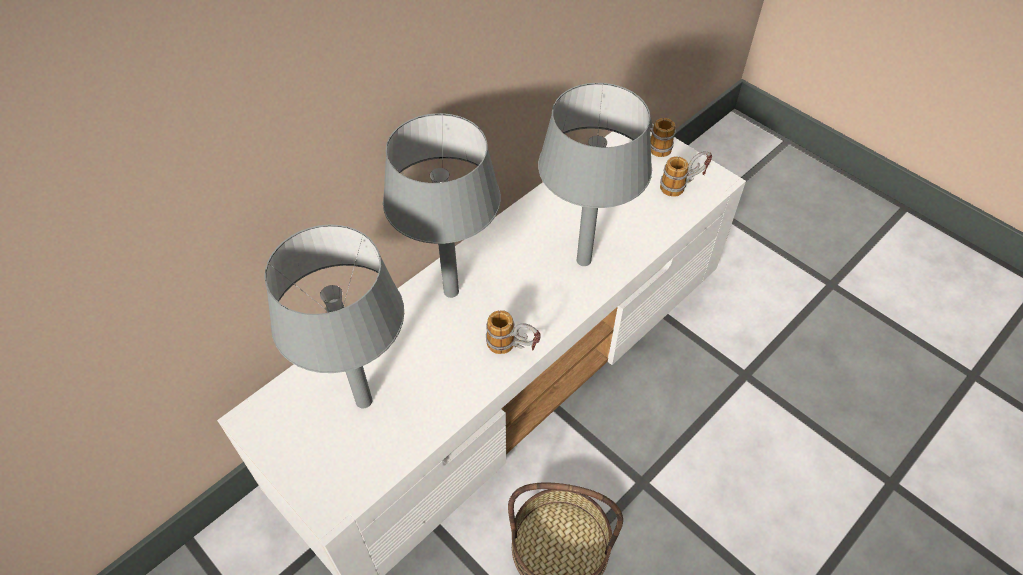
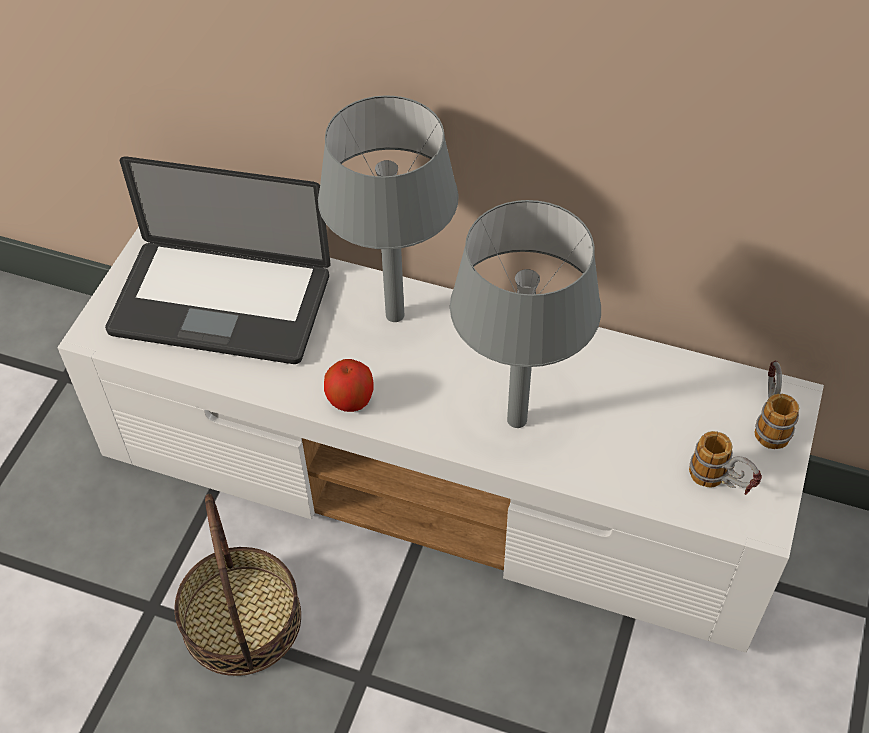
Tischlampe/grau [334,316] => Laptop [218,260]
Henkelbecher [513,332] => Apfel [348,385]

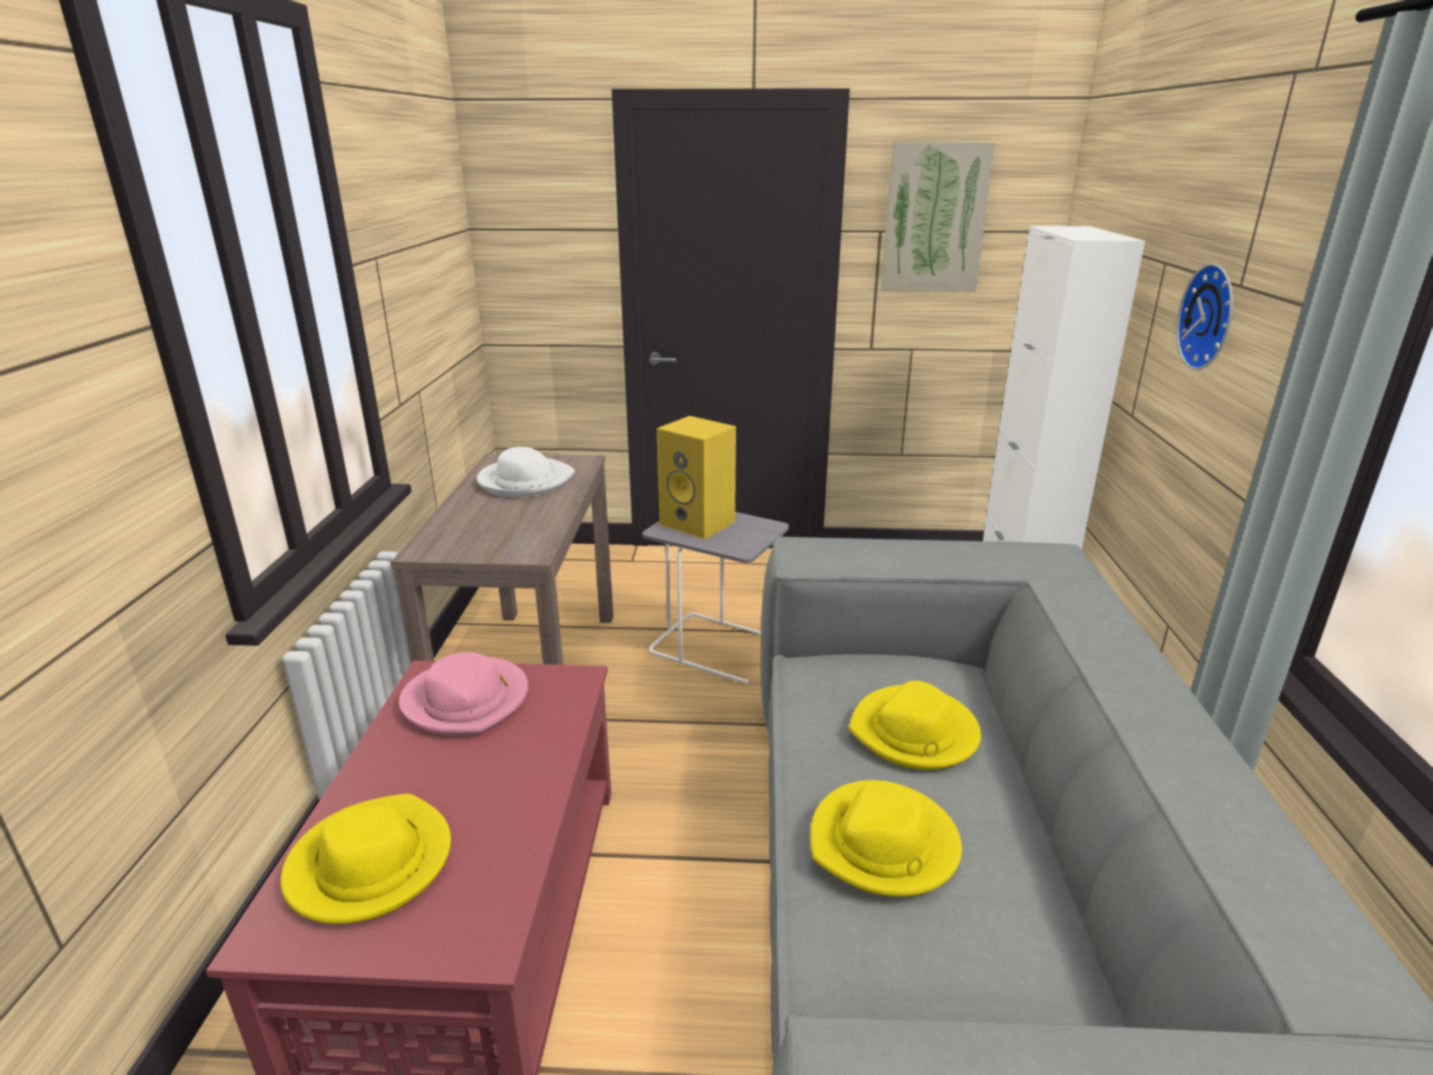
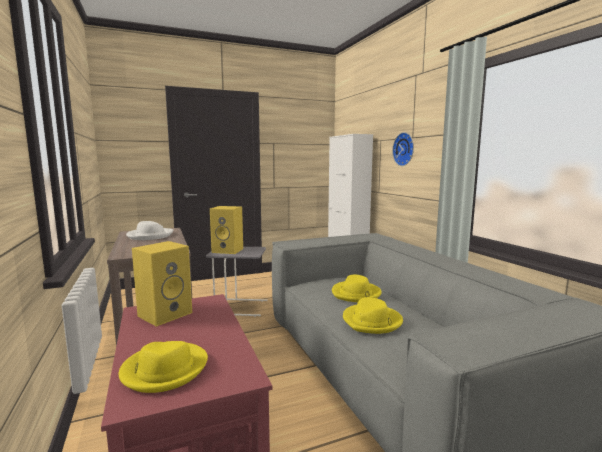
Hut/rosa [463,694] => Lautsprecher/gelb [162,284]
Bild [938,217] => nothing

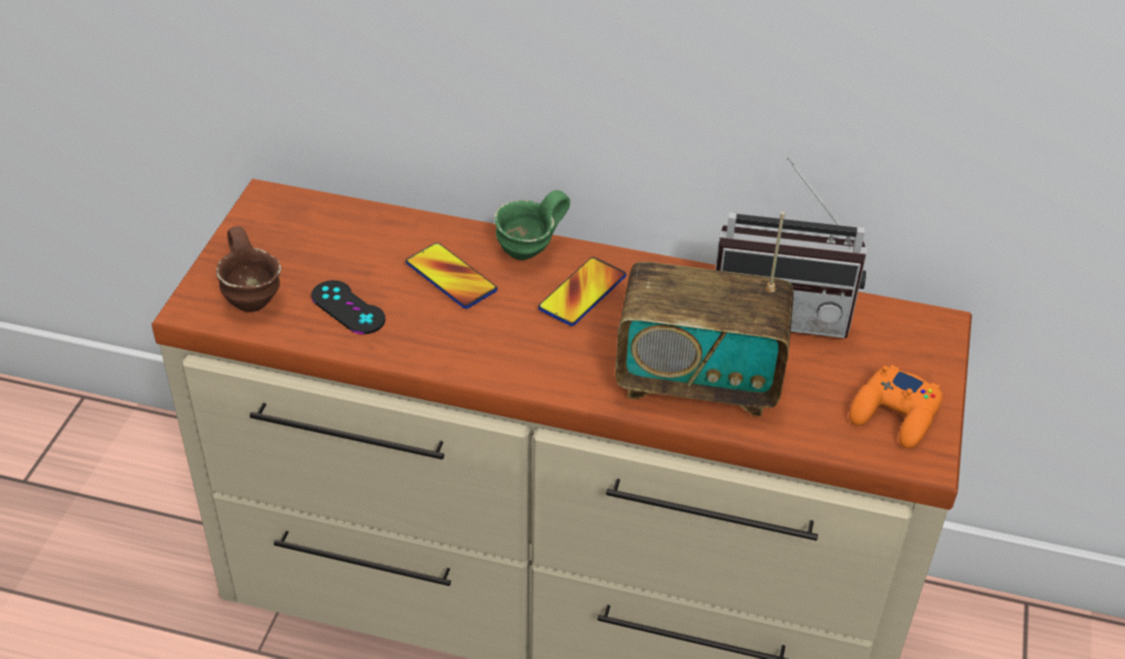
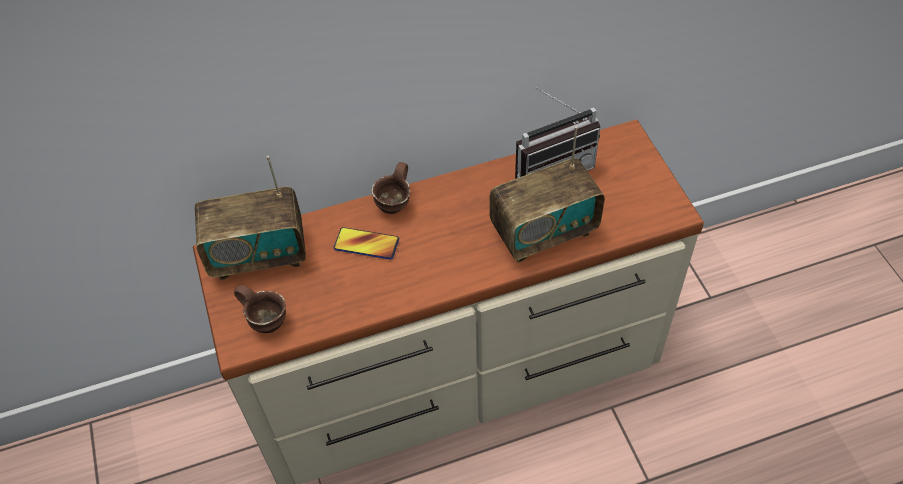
Gamepad/schwarz [348,307] => nothing
Henkelbecher/grün [532,225] => Henkelbecher/braun [391,188]
Handy [582,291] => nothing
Gamepad/orange [896,407] => nothing
nothing => Radio [250,218]

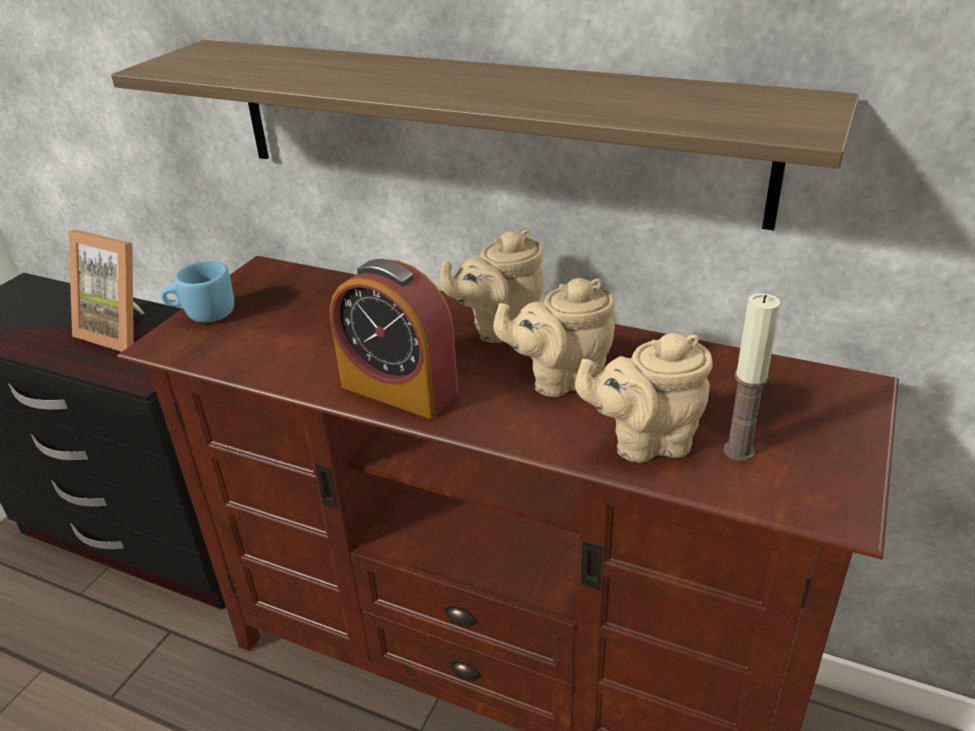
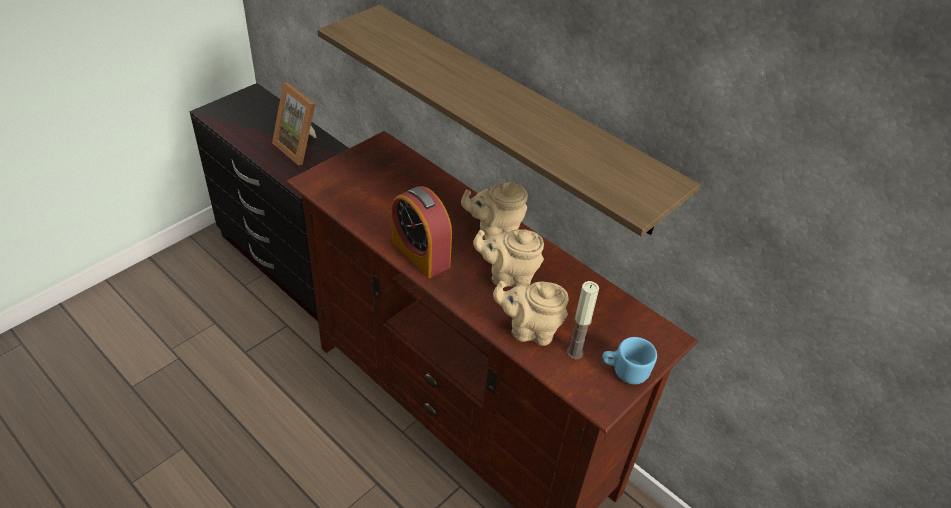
Henkelbecher/blau [197,292] => Henkelbecher/blau [630,360], move

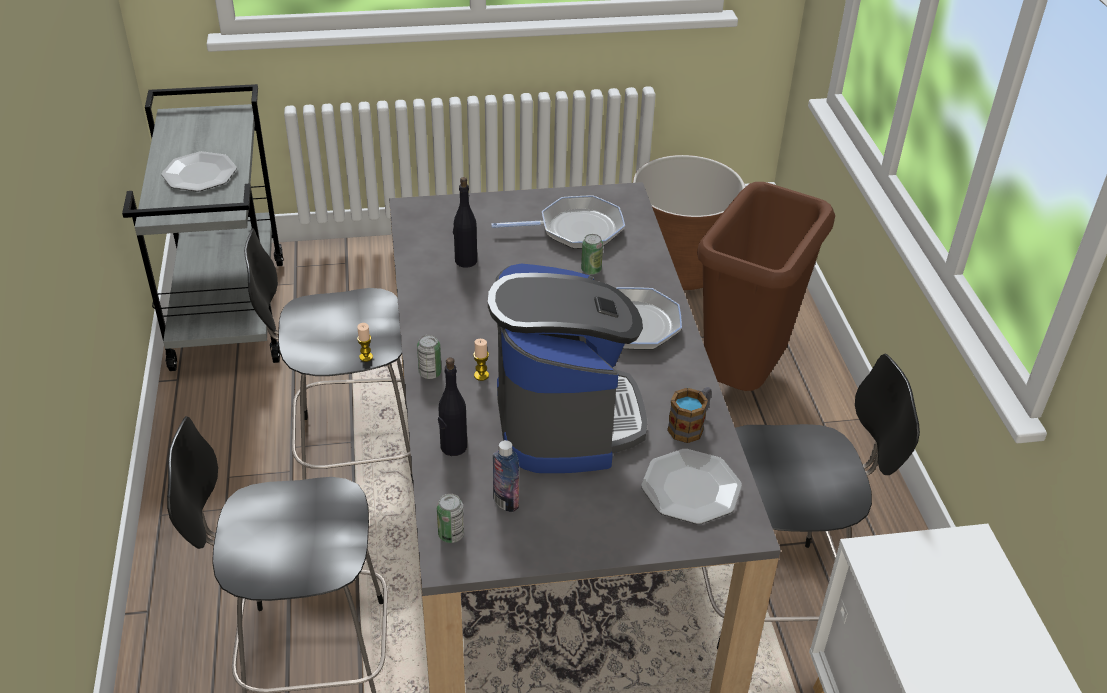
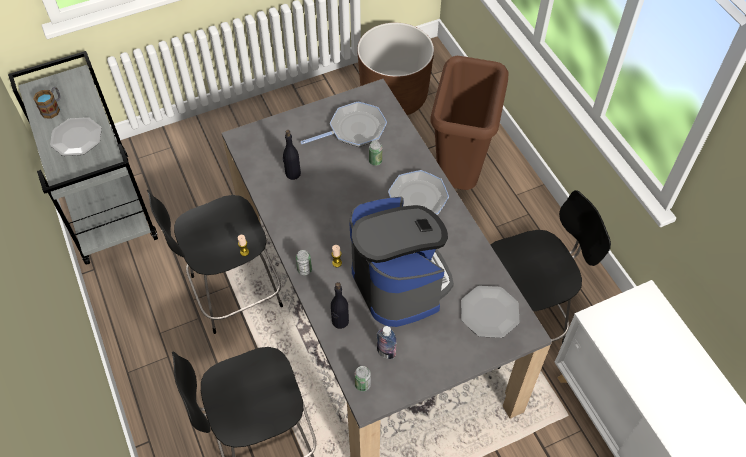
Henkelbecher [689,415] => Henkelbecher [47,103], move

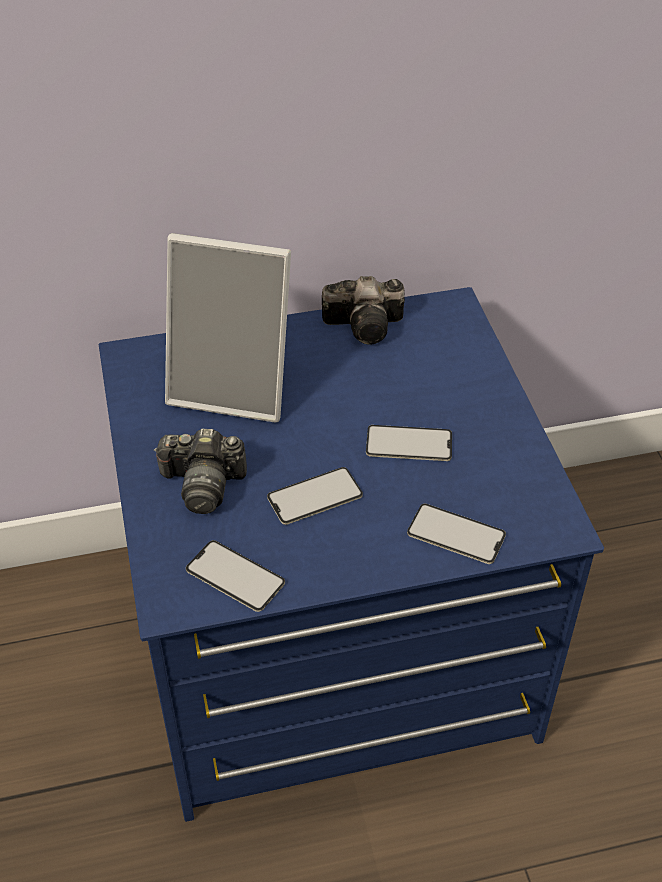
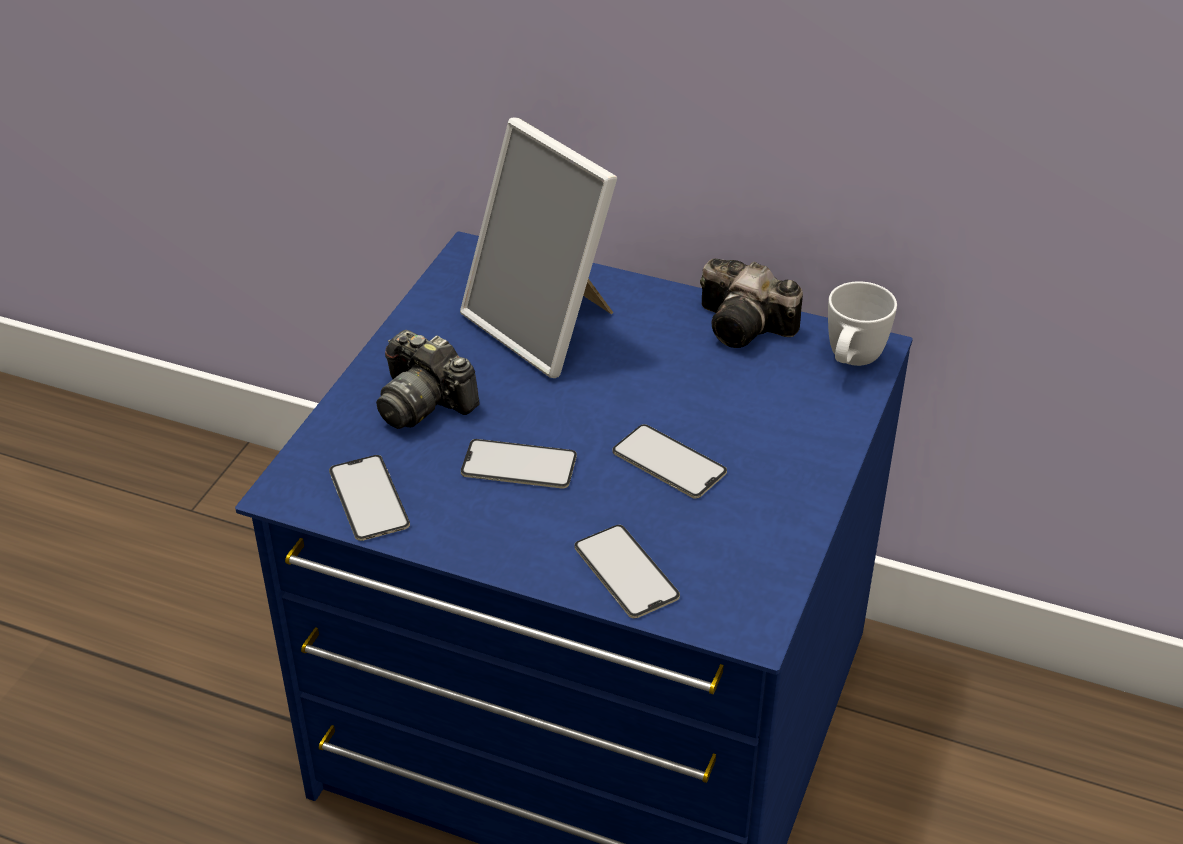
nothing => Henkelbecher/weiß [862,323]

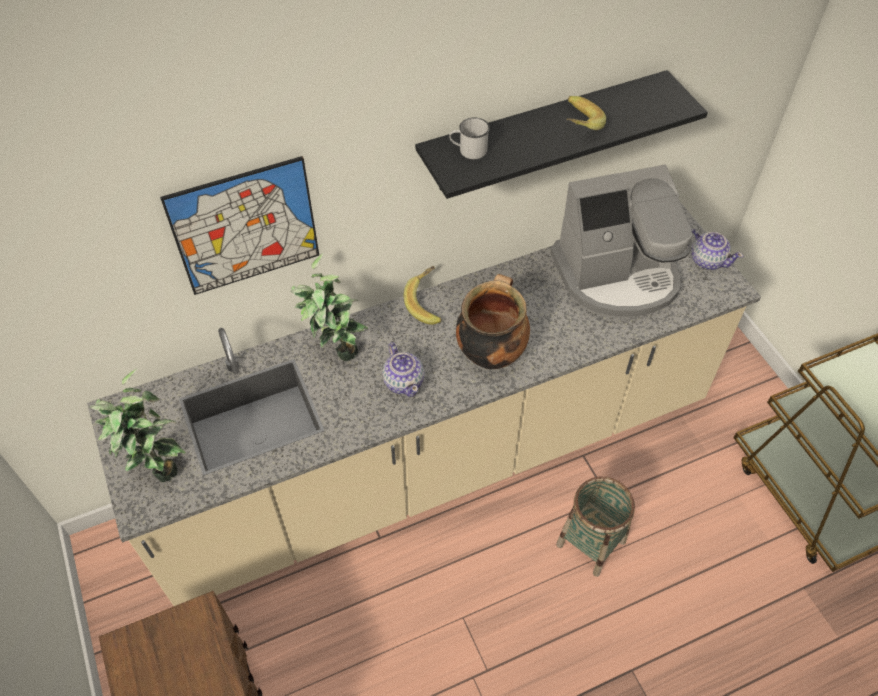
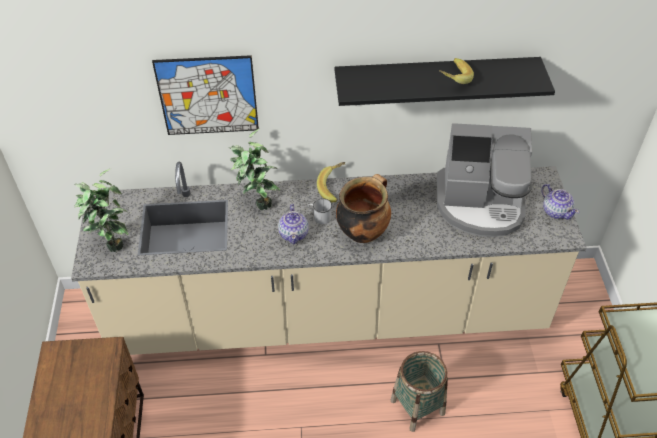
Henkelbecher/weiß [469,138] => Henkelbecher/weiß [320,211], move

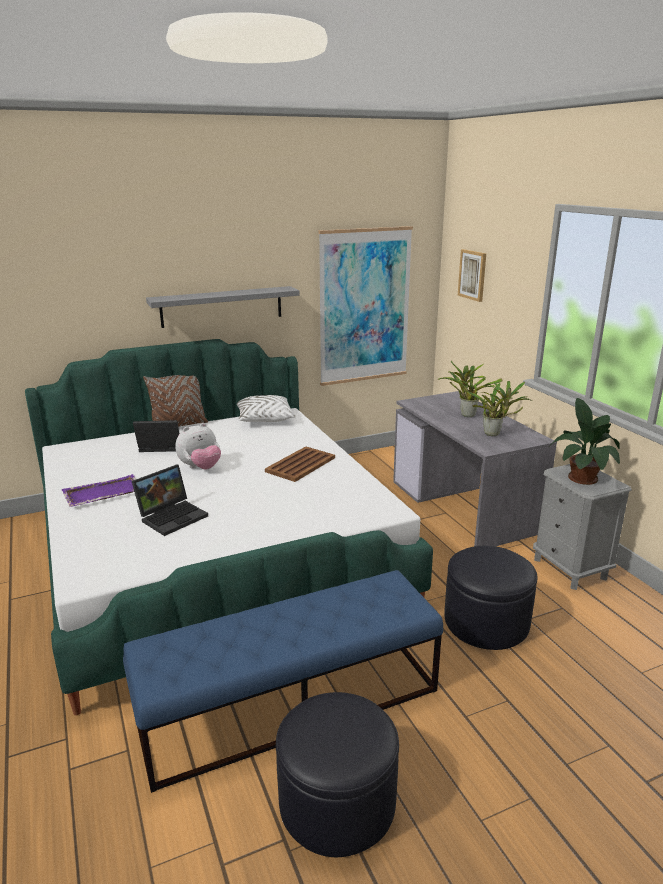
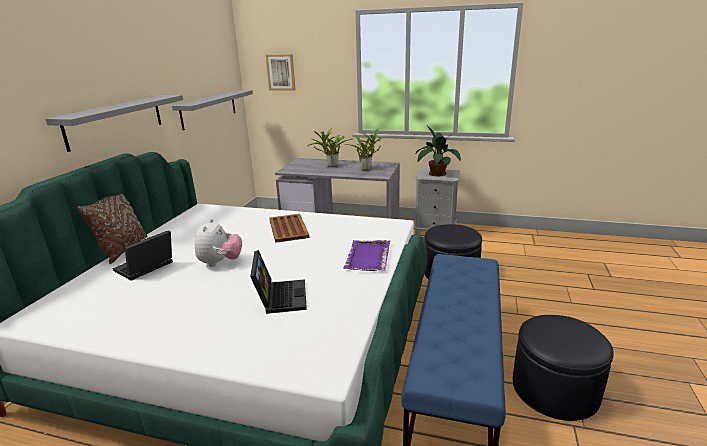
Tablett/lila [99,490] => Tablett/lila [366,255], move
Kissen/weiß [266,408] => nothing
Bild [365,306] => Wandregal/grau [212,110]

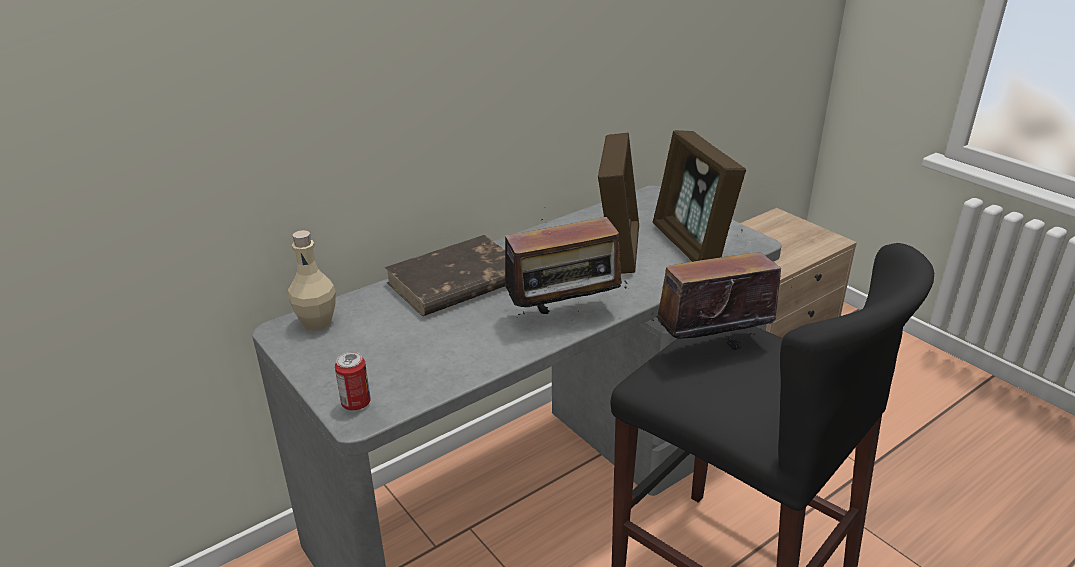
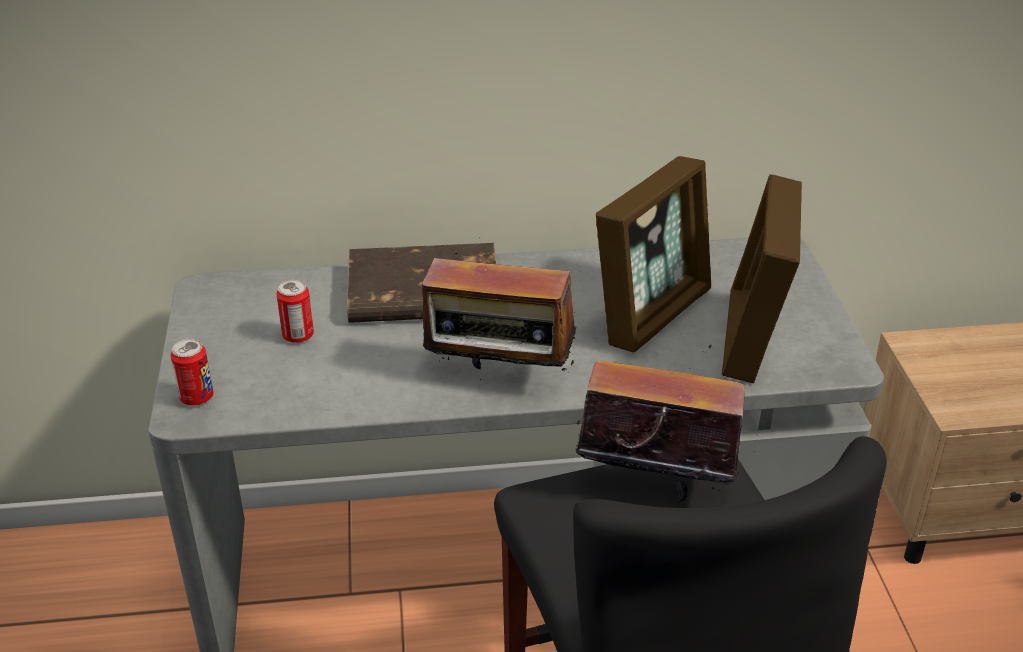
Flasche/beige [312,280] => nothing
nothing => Dose [295,311]

